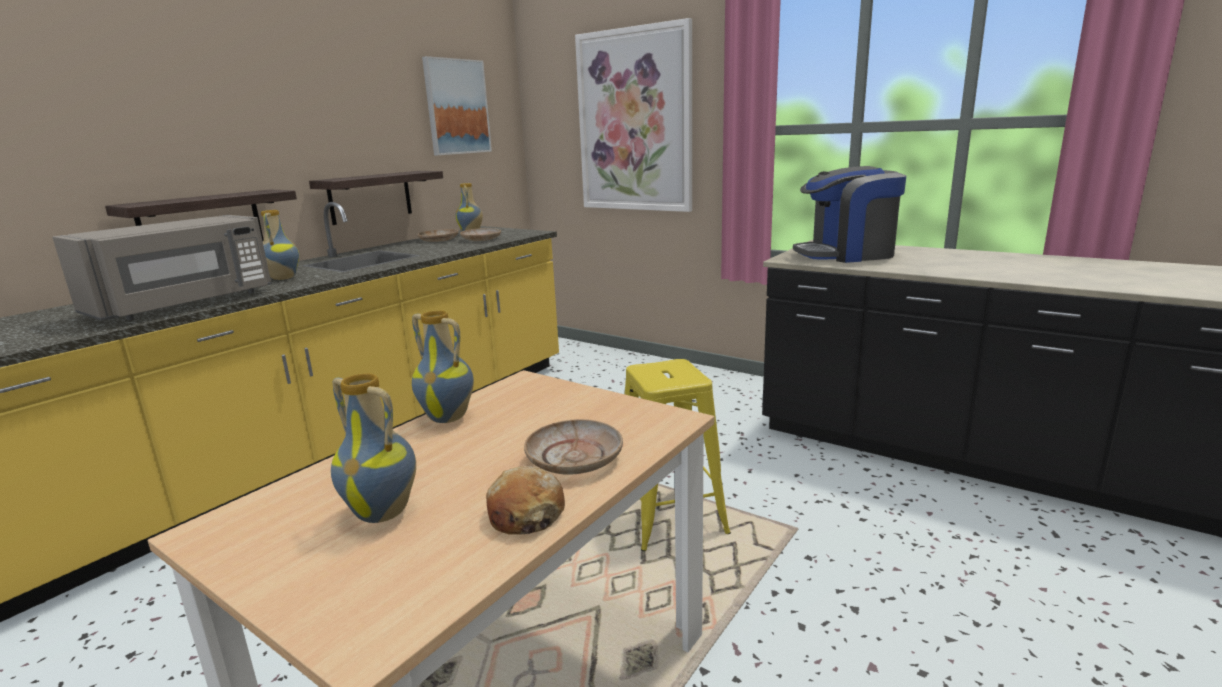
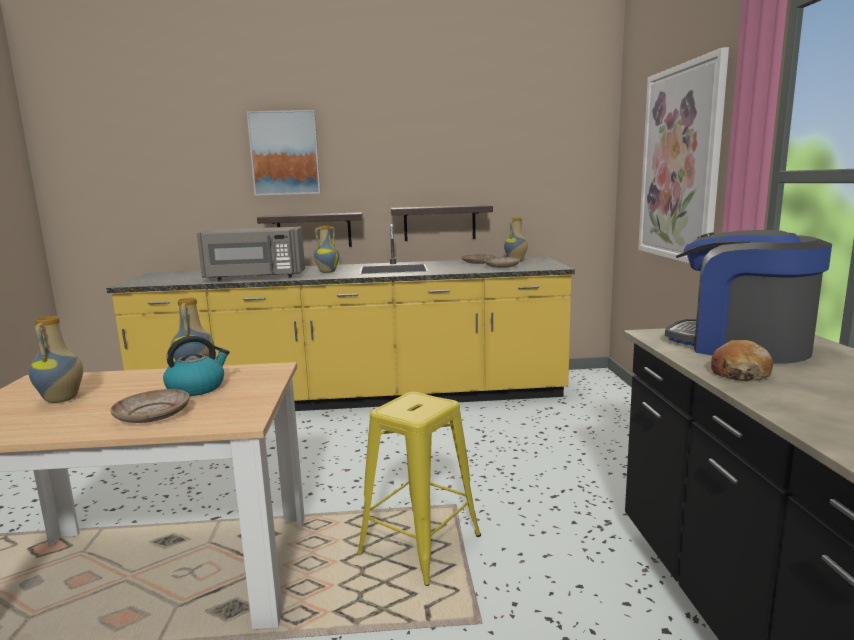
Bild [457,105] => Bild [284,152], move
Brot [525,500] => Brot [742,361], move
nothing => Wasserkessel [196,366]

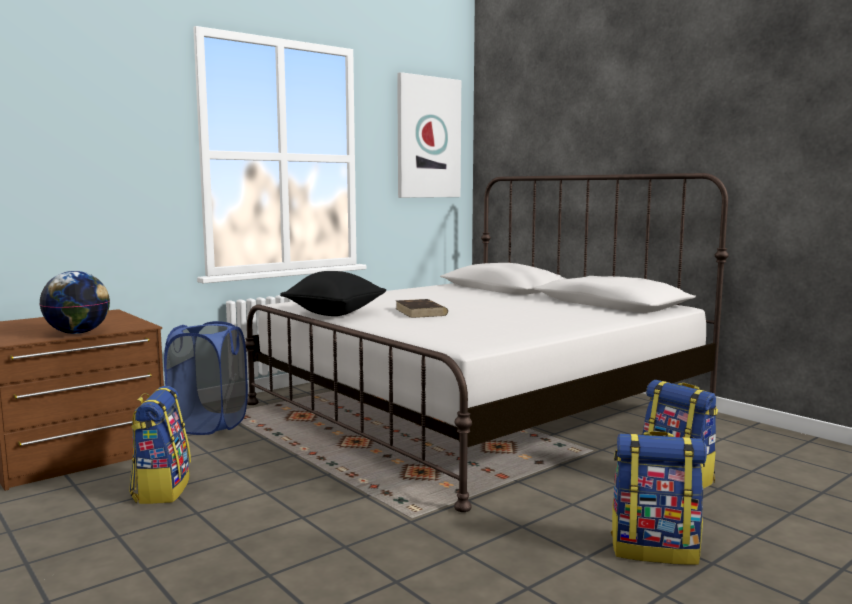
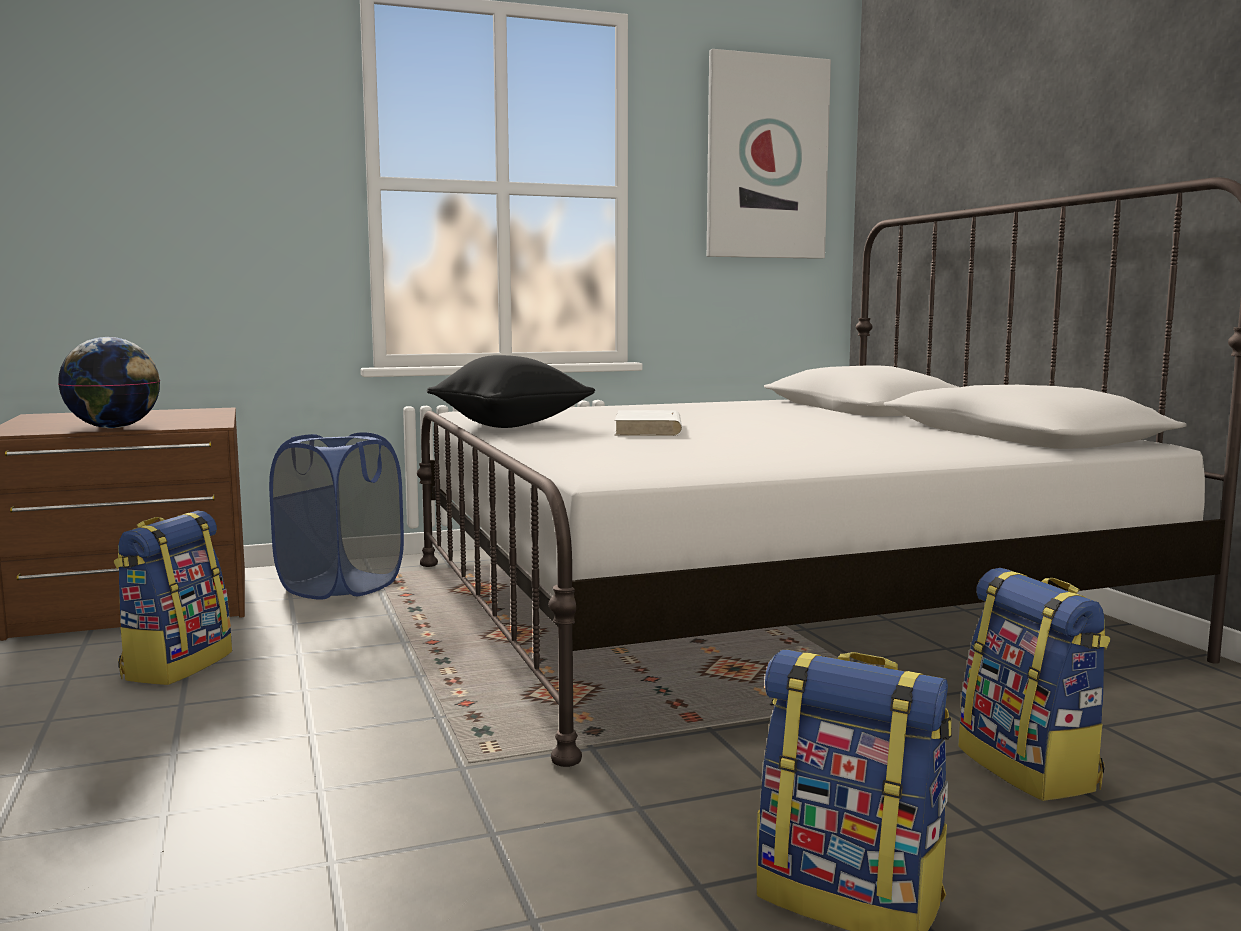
Buch/braun [422,308] => Buch/weiß [648,423]

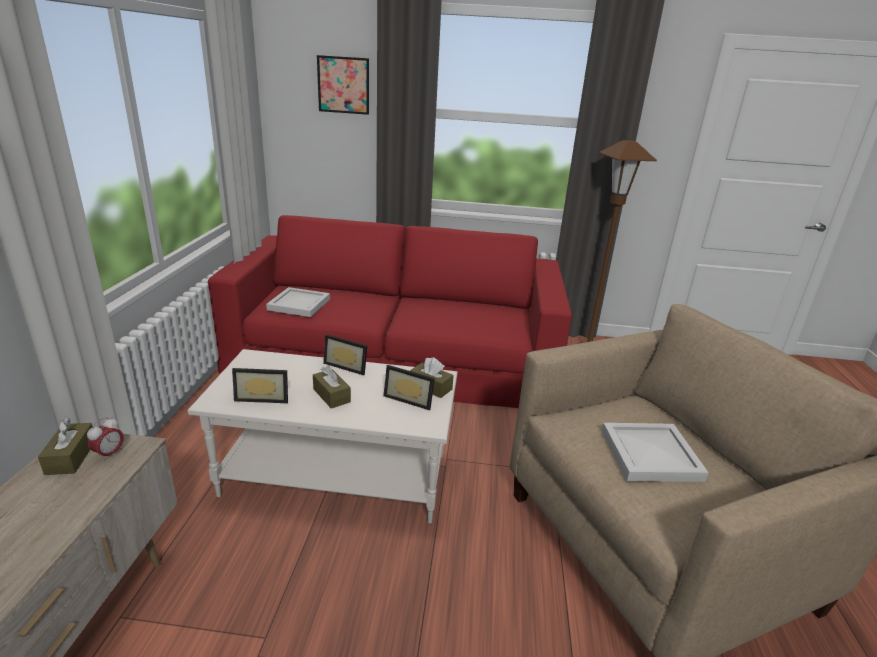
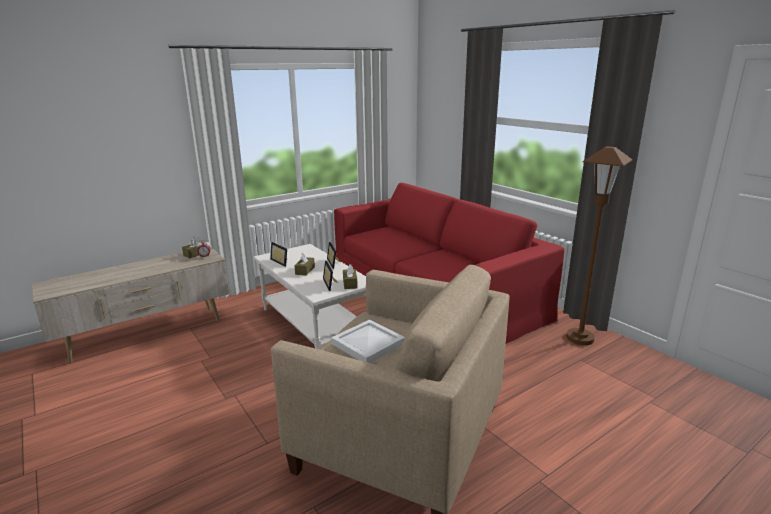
Tablett/weiß [298,302] => nothing
Bild [343,85] => nothing

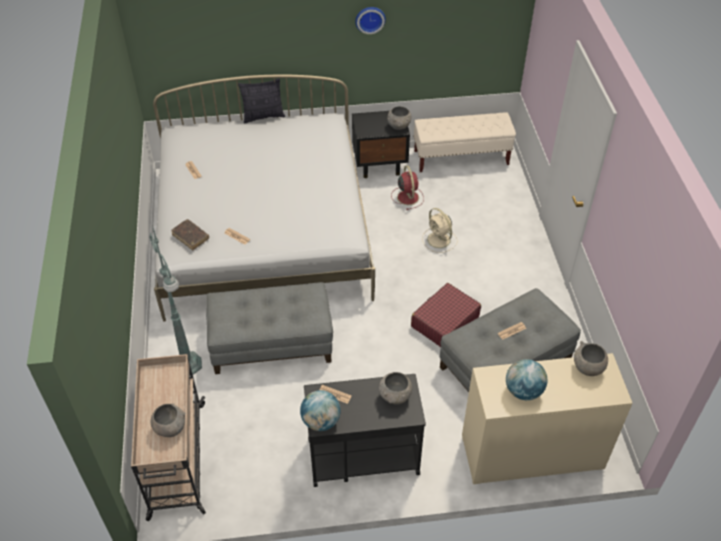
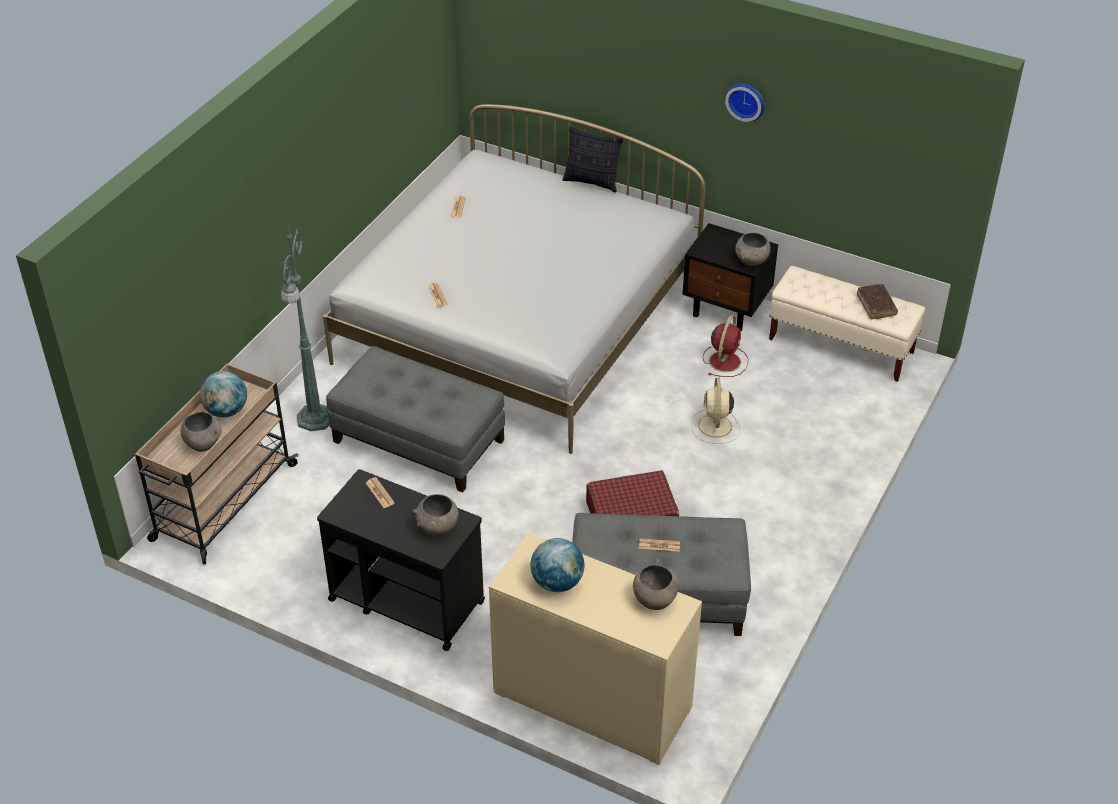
Buch/braun [190,234] => Buch/braun [877,302], move
Globus [320,410] => Globus [223,394], move

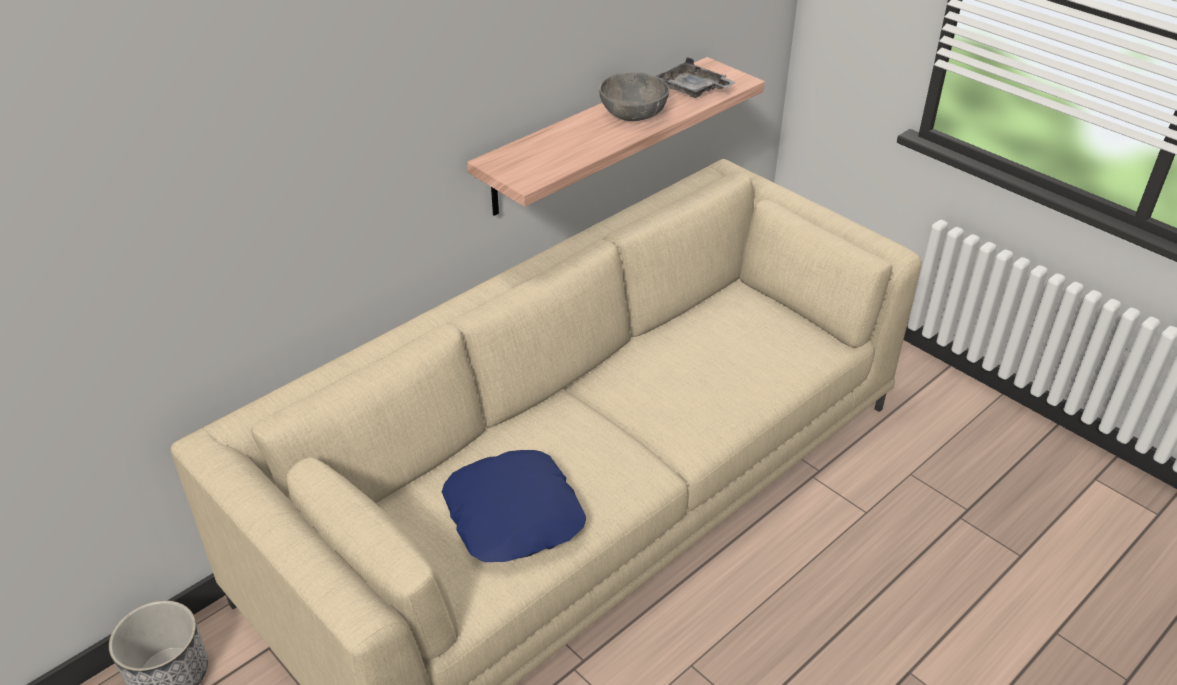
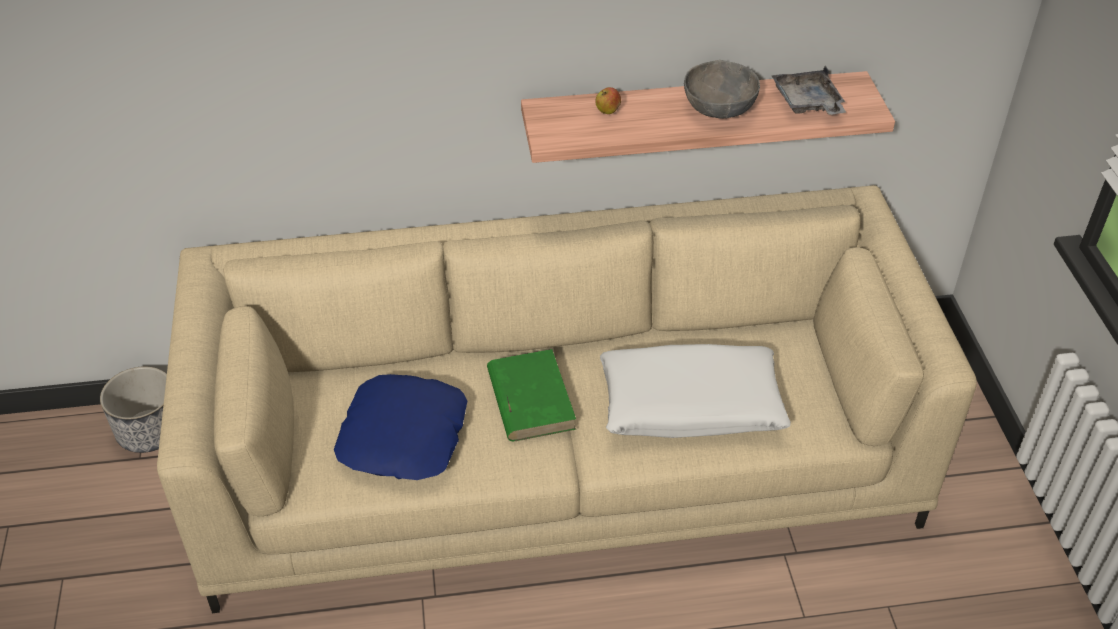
nothing => Buch/grün [531,395]
nothing => Apfel [608,100]
nothing => Kissen/weiß [695,391]

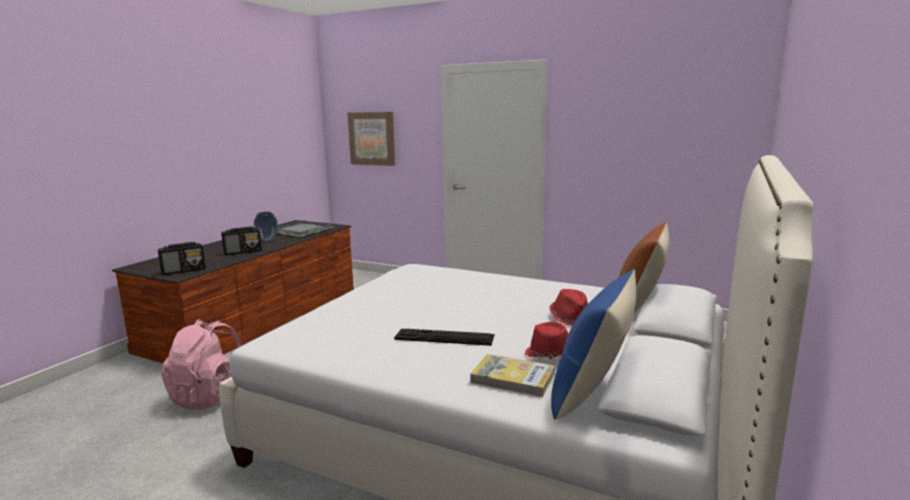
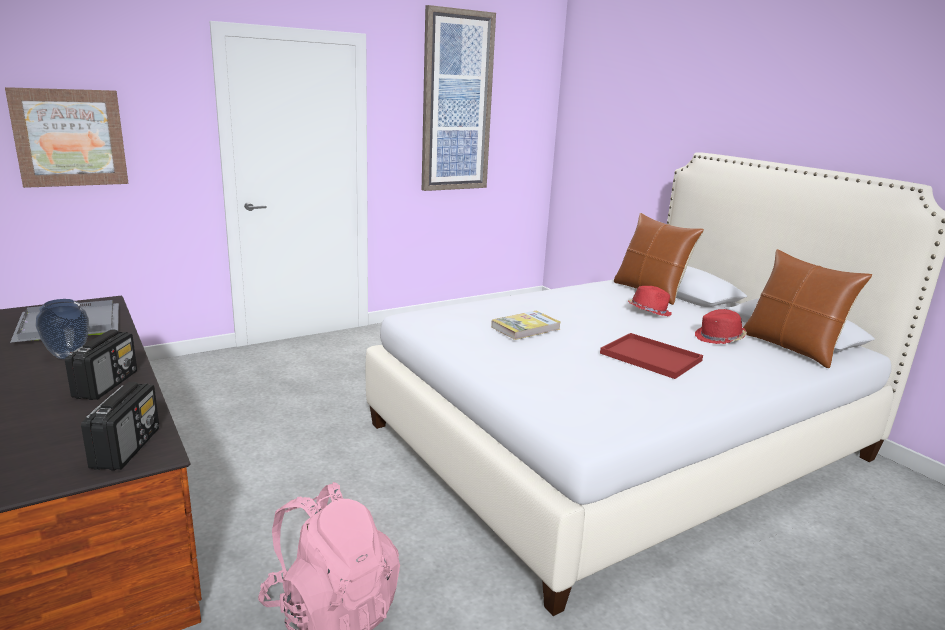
Tastatur [444,337] => Tablett/rot [651,356]
Buch [512,376] => Buch [525,325], move
Kissen/blau [593,344] => Kissen/braun [807,308]
nothing => Bild [459,98]

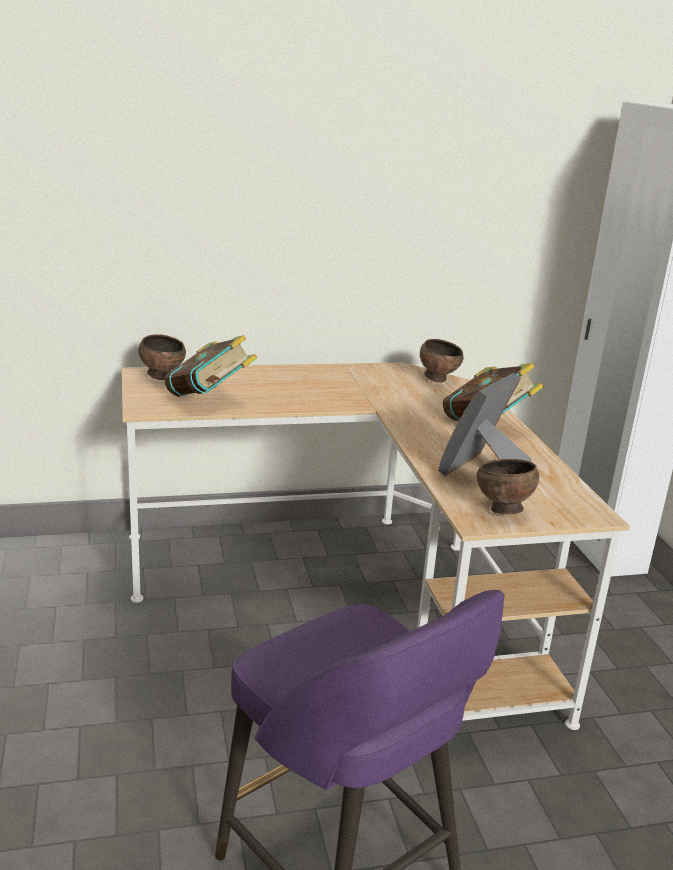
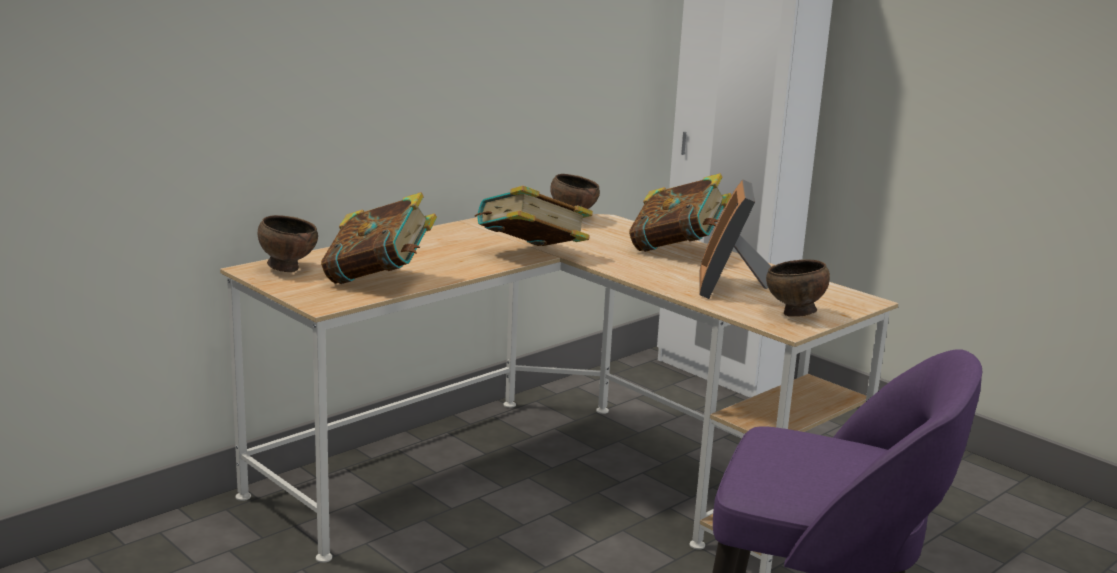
nothing => Buch [534,216]

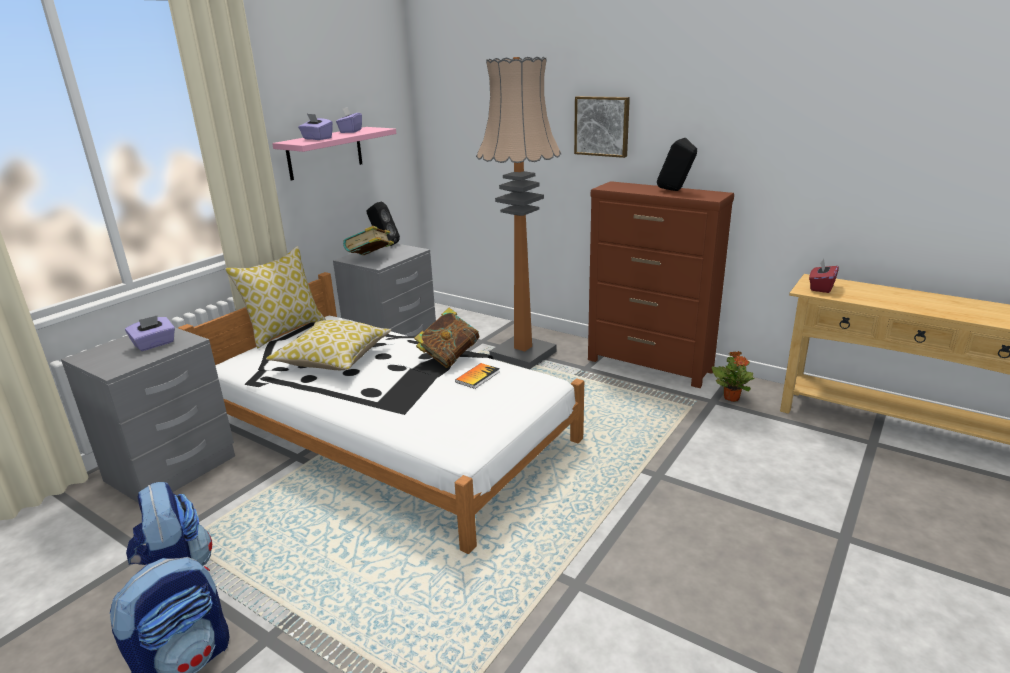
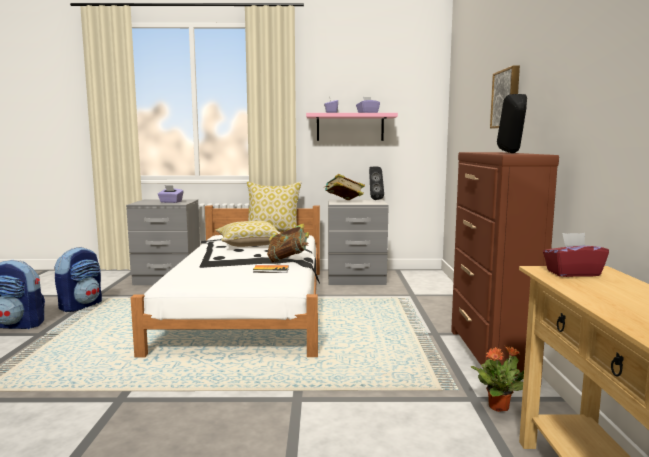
Stehlampe [518,213] => nothing

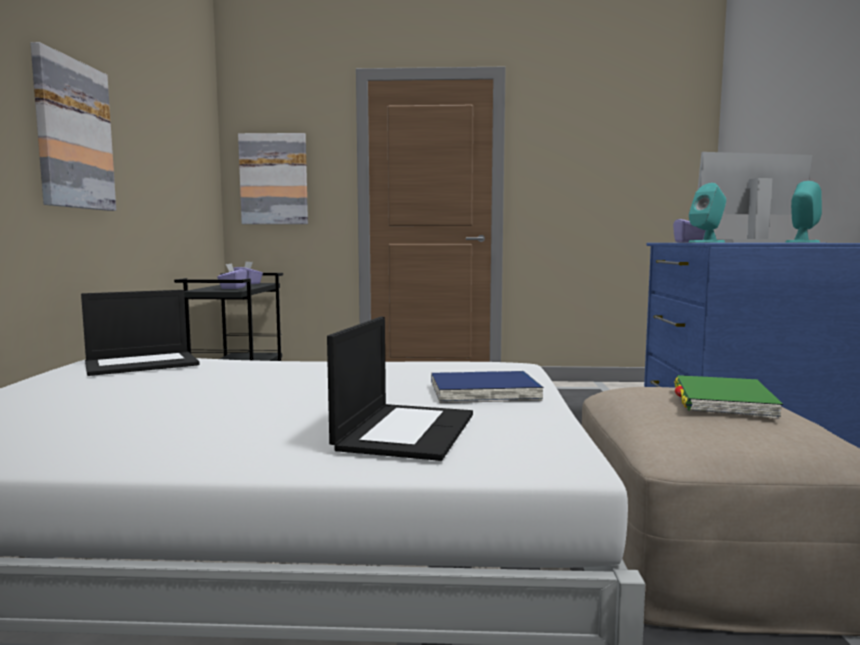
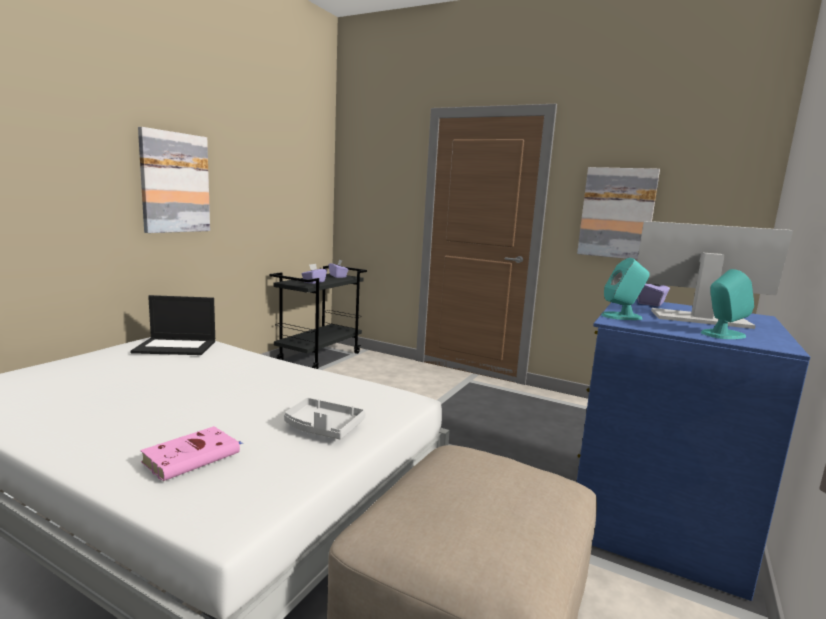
Bild [273,178] => Bild [618,213], move
Laptop [400,389] => Buch/rosa [191,453]
Buch/blau [487,387] => Tablett/grau [325,418]
Buch/grün [728,397] => nothing

